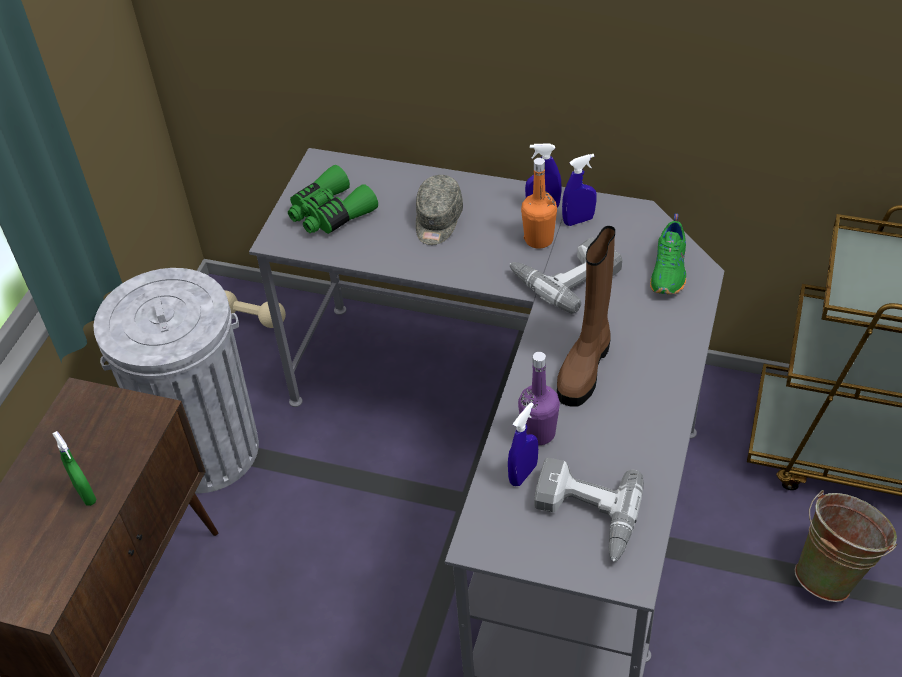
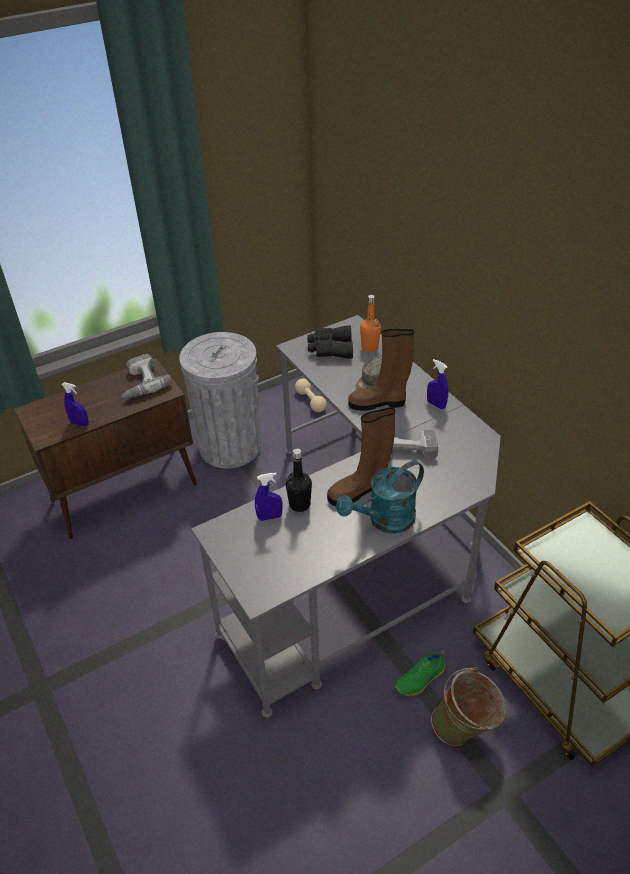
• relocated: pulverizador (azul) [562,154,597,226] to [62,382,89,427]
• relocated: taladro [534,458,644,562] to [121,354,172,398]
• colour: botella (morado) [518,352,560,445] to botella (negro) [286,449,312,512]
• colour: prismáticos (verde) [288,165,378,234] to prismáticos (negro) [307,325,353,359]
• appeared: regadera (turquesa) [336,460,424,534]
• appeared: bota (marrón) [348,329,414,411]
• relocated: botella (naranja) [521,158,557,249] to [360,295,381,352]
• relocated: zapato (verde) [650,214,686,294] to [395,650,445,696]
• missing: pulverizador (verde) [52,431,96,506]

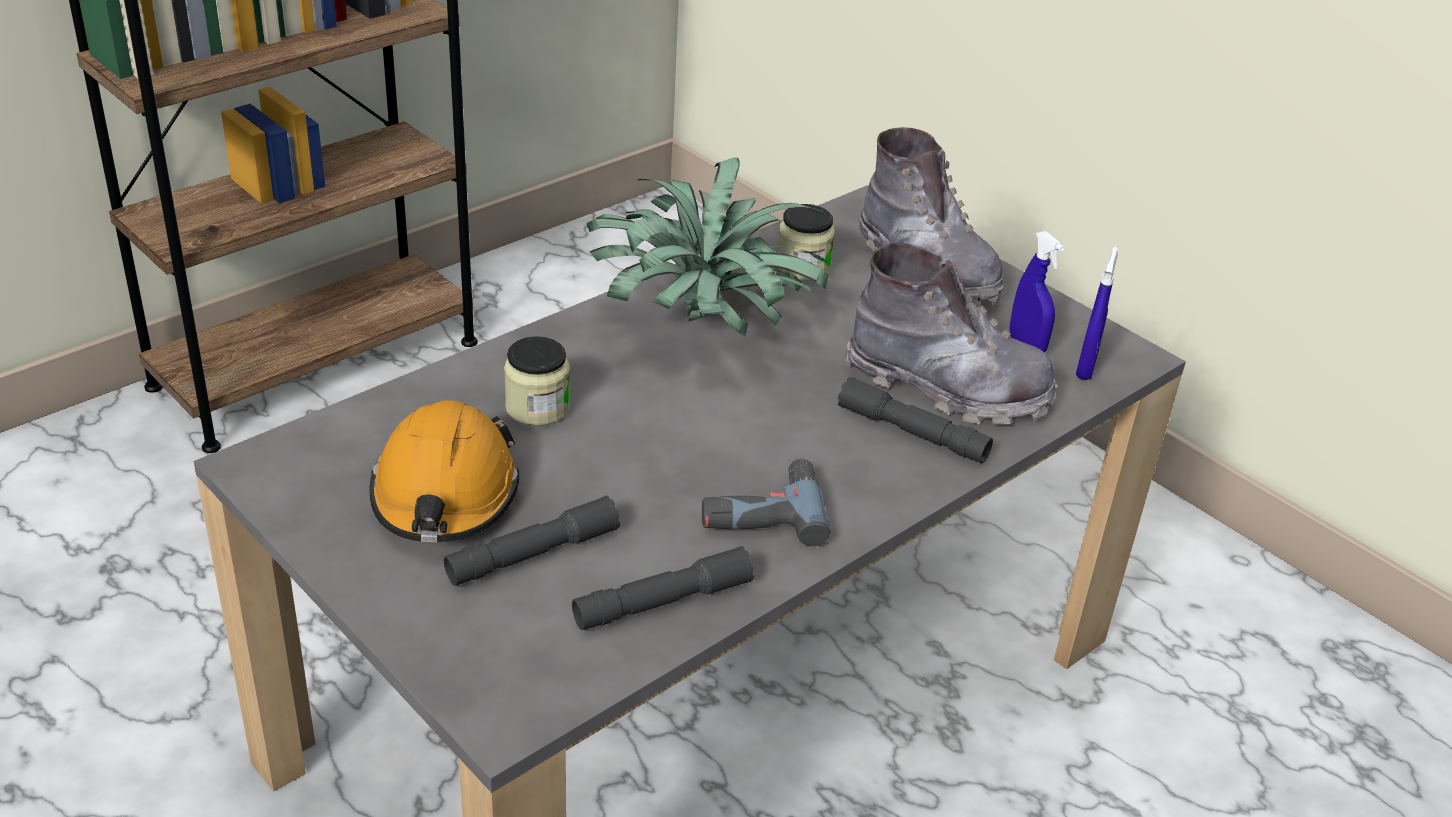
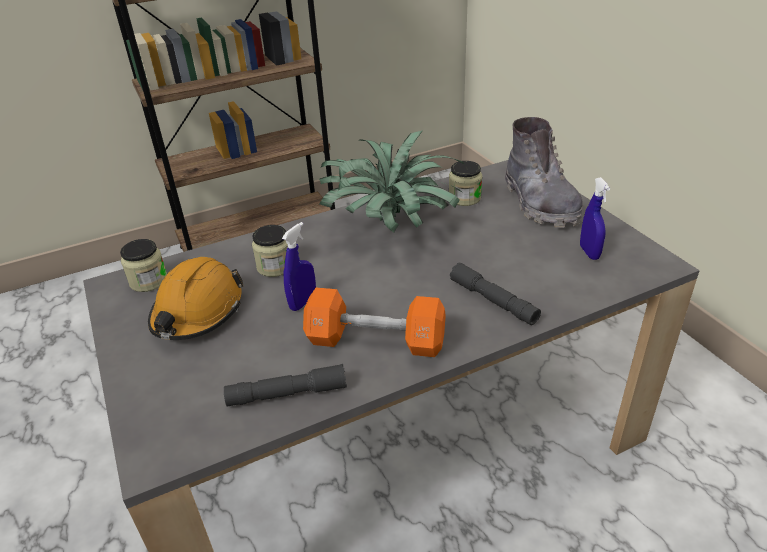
• appeared: tarro [120,239,167,292]
• relocated: pulverizador (azul) [1076,247,1118,380] to [282,222,316,311]
• exchanged: taladro [702,458,830,546] to mancuerna (naranja) [303,288,446,357]
• missing: linterna (gris) [444,496,621,586]
• missing: bota (gris) [846,243,1058,424]

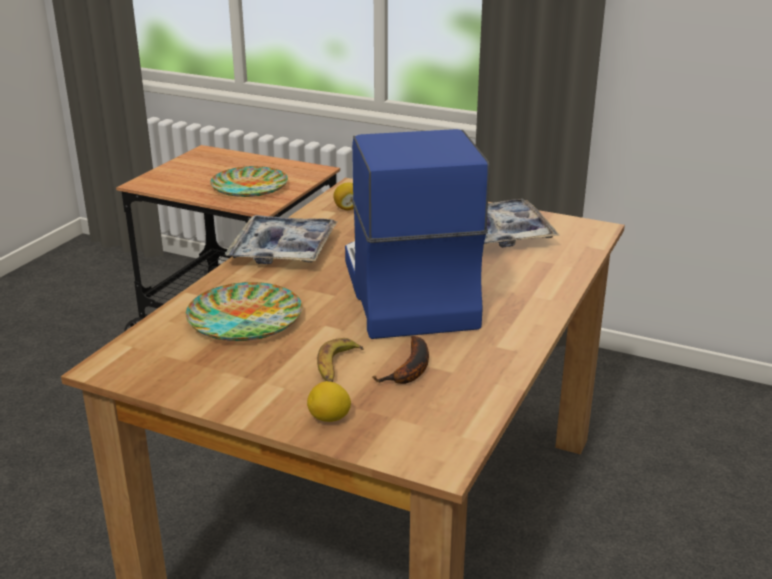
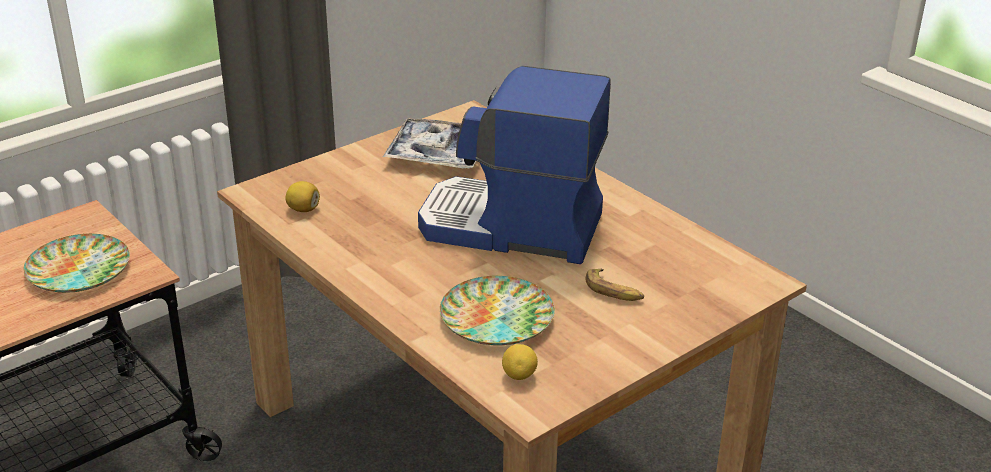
• relocated: limón [307,381,351,422] to [502,344,538,380]
• missing: bandeja [225,215,338,264]
• missing: plátano [372,336,429,384]

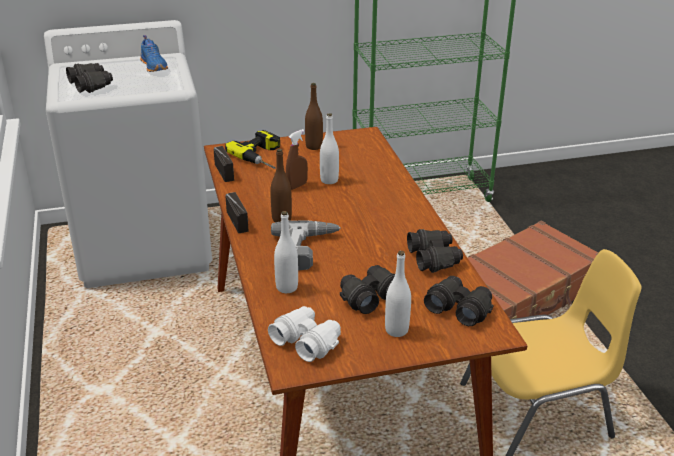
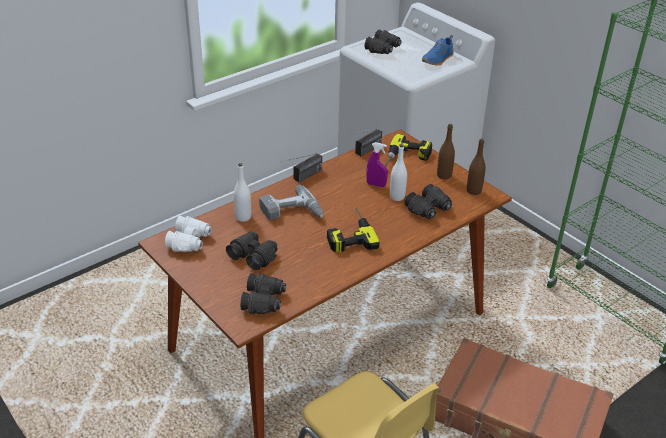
• appeared: taladro [327,207,380,253]
• colour: pulverizador (marrón) [286,129,308,190] to pulverizador (morado) [366,142,388,187]
• relocated: prismáticos (negro) [407,229,463,273] to [404,184,452,219]
• relocated: botella (marrón) [270,149,292,222] to [467,138,486,195]
• missing: botella (blanco) [385,251,411,337]

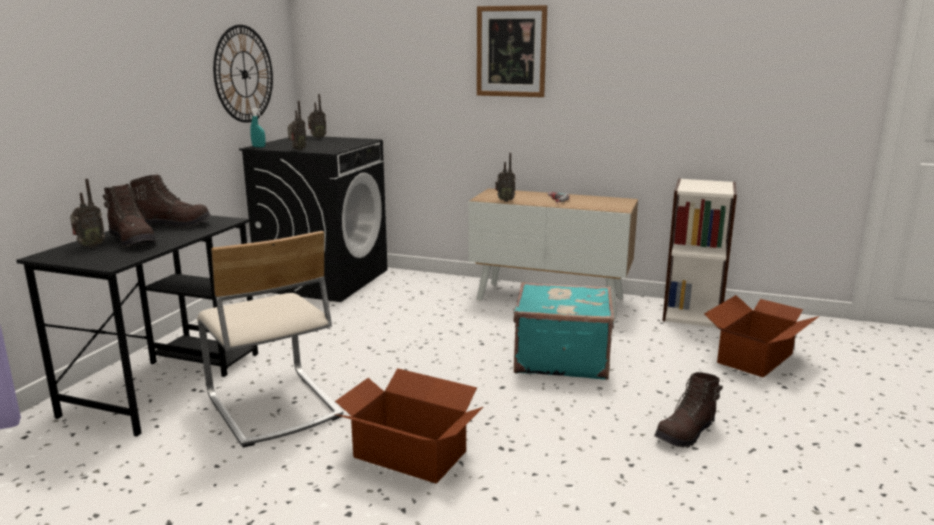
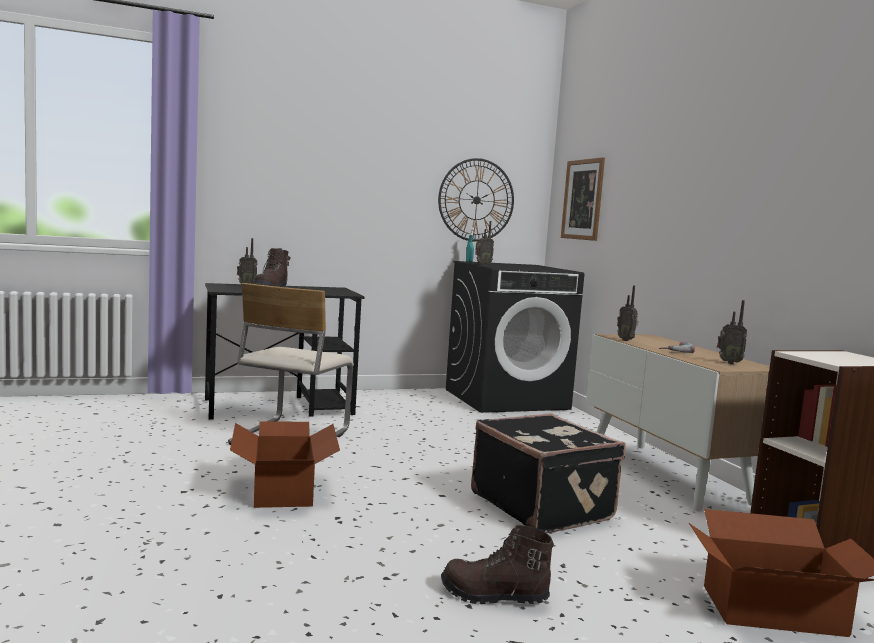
• colour: maleta (turquesa) [514,282,614,380] to maleta (negro) [471,413,626,533]
• relocated: cuadro [477,5,547,97] to [561,157,605,241]
• relocated: radio [308,94,327,139] to [717,300,747,364]
• missing: bota (marrón) [130,174,211,228]

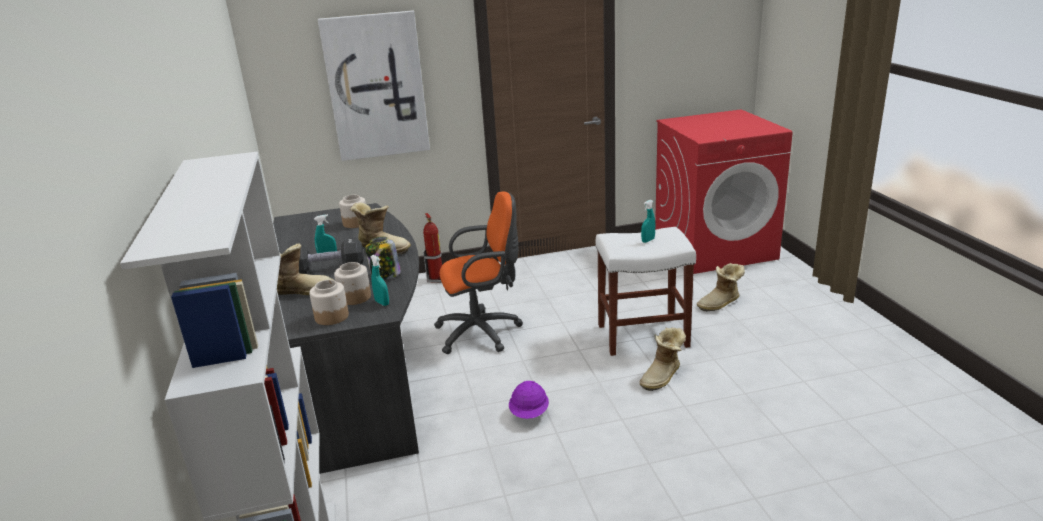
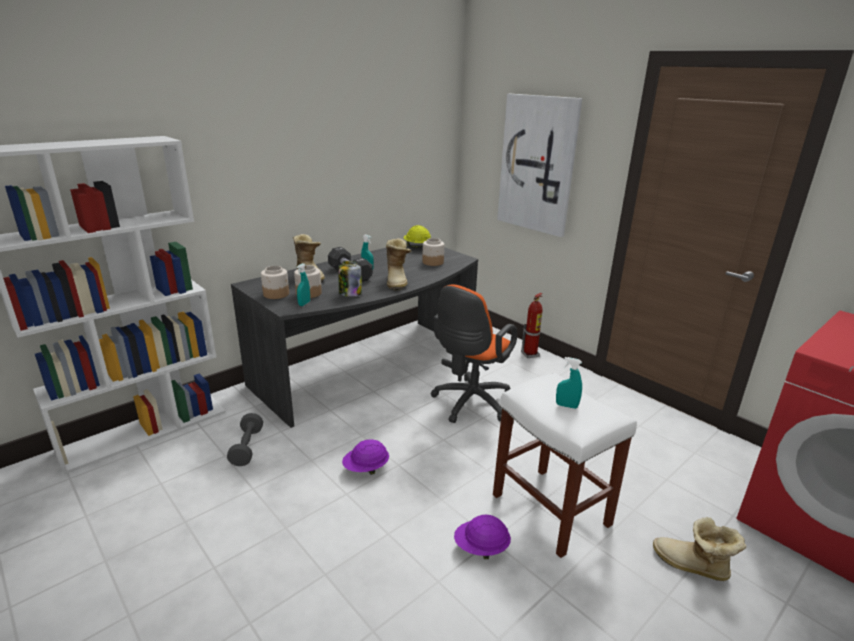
• appeared: mancuerna (gris) [227,413,263,466]
• appeared: casco (amarillo) [403,225,431,248]
• spun: silla de oficina (naranja) [434,192,523,354] = [431,284,517,423] 75 degrees clockwise
• exchanged: bota [639,328,686,391] to casco (morado) [454,515,511,559]

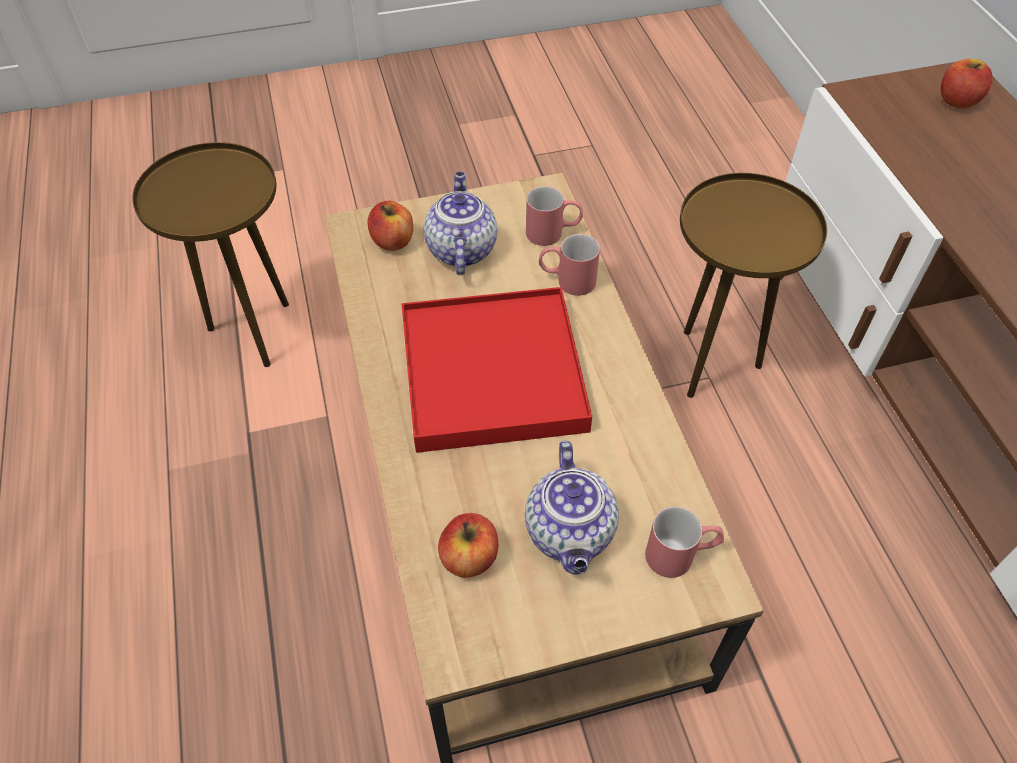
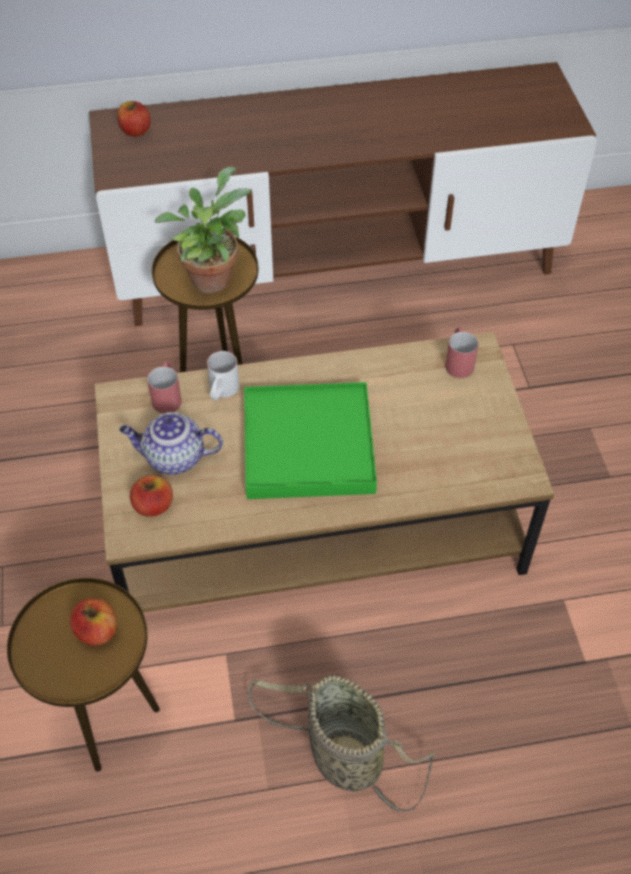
• relocated: manzana [438,513,498,578] to [70,598,117,646]
• appeared: planta en maceta [154,167,251,293]
• colour: taza grande (rojo) [539,234,600,296] to taza grande (blanco) [207,351,239,401]
• colour: bandeja (rojo) [402,287,592,453] to bandeja (verde) [244,382,377,499]
• appeared: cesta [248,675,434,812]
• missing: tetera [525,440,619,575]

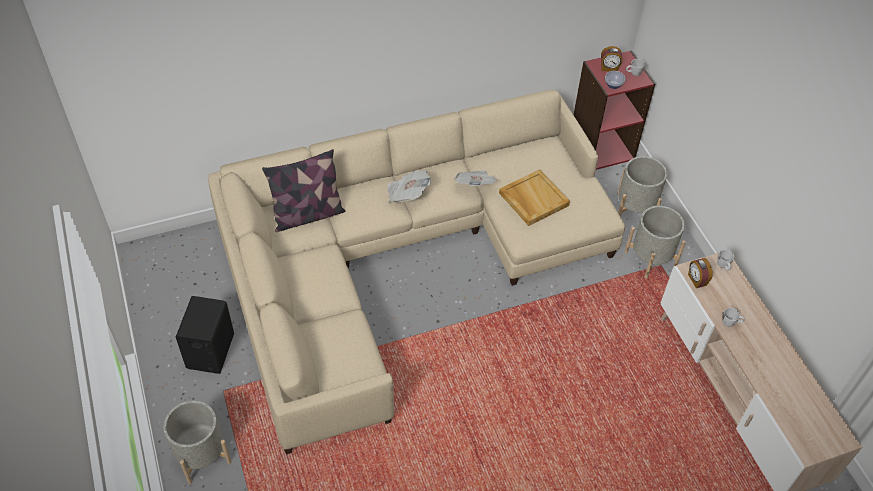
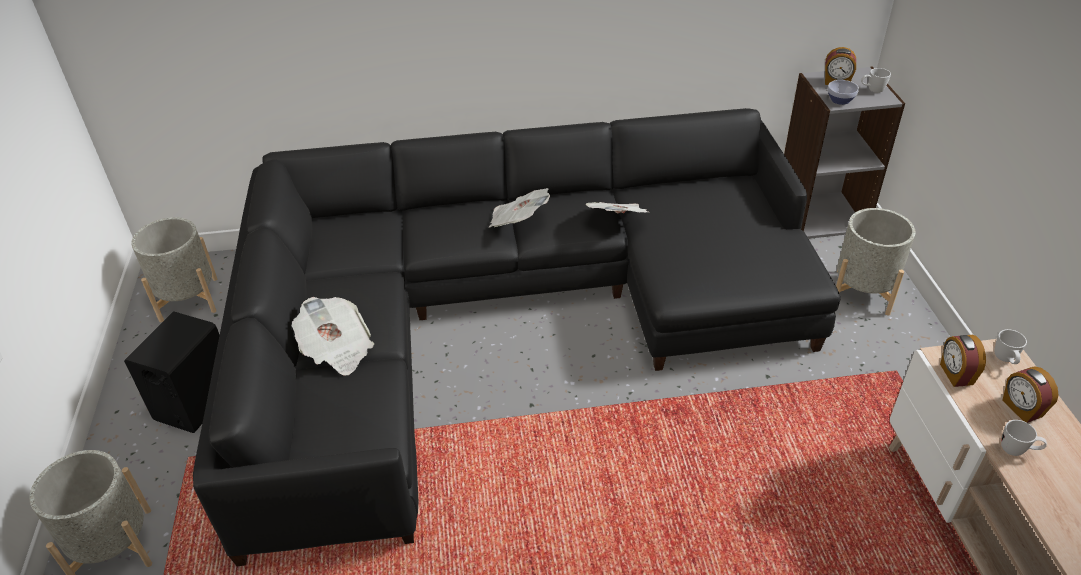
• relocated: maceta (gris) [625,206,686,279] to [131,217,217,322]
• colour: sofá (beis) [208,90,625,455] to sofá (negro) [193,108,840,566]
• appeared: periódico [292,297,374,376]
• colour: estantería (rojo) [573,51,655,170] to estantería (gris) [784,67,905,239]
• appeared: despertador [1002,366,1059,423]
• missing: cojín [262,149,345,232]
• missing: bandeja (beis) [499,169,570,226]

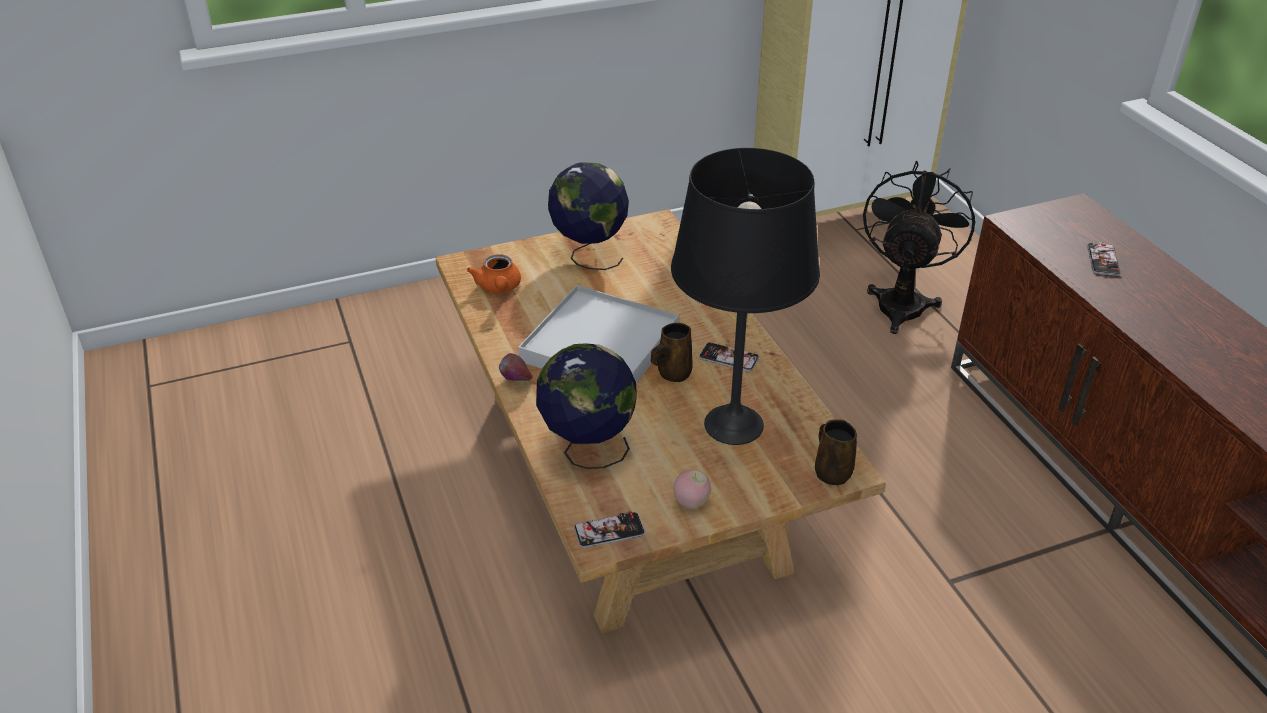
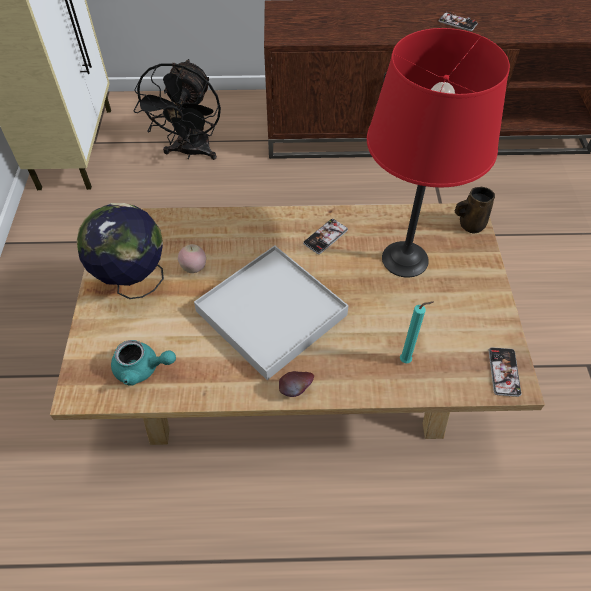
• colour: tetera (naranja) [467,254,521,293] to tetera (turquesa) [111,340,176,386]
• spun: ventilador (negro) [863,161,976,334] = [134,59,221,160] 120 degrees counterclockwise
• relocated: manzana [674,469,711,509] to [178,244,206,273]
• colour: lámpara de mesa (negro) [671,148,820,445] to lámpara de mesa (rojo) [367,28,510,278]
• exchanged: globo terráqueo [536,343,637,469] to vela (turquesa) [400,301,434,363]
• relocated: móvil [1087,242,1121,276] to [439,13,478,31]
• missing: taza grande (marrón) [651,323,693,382]

